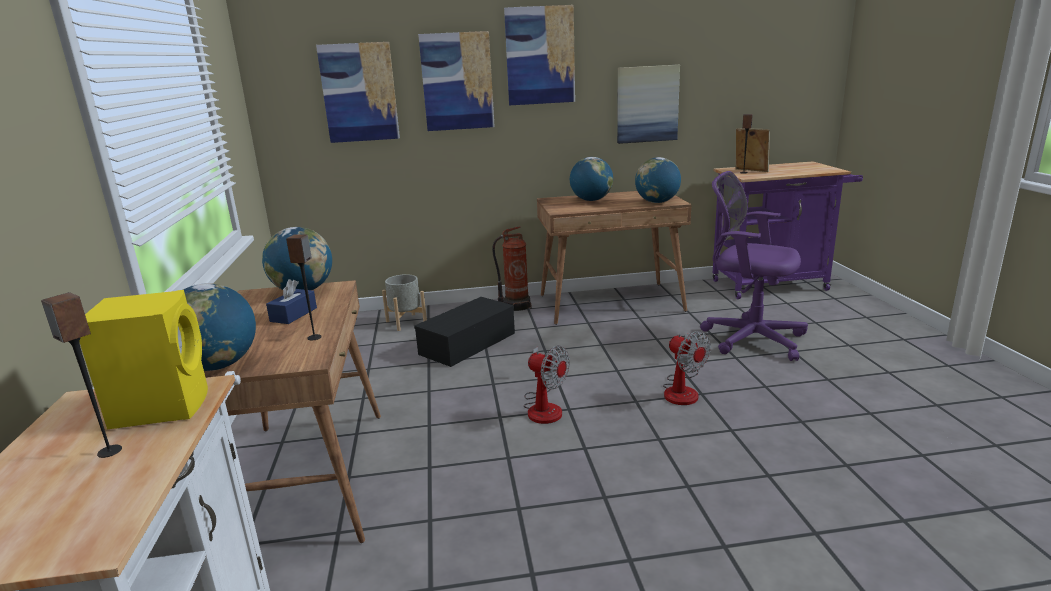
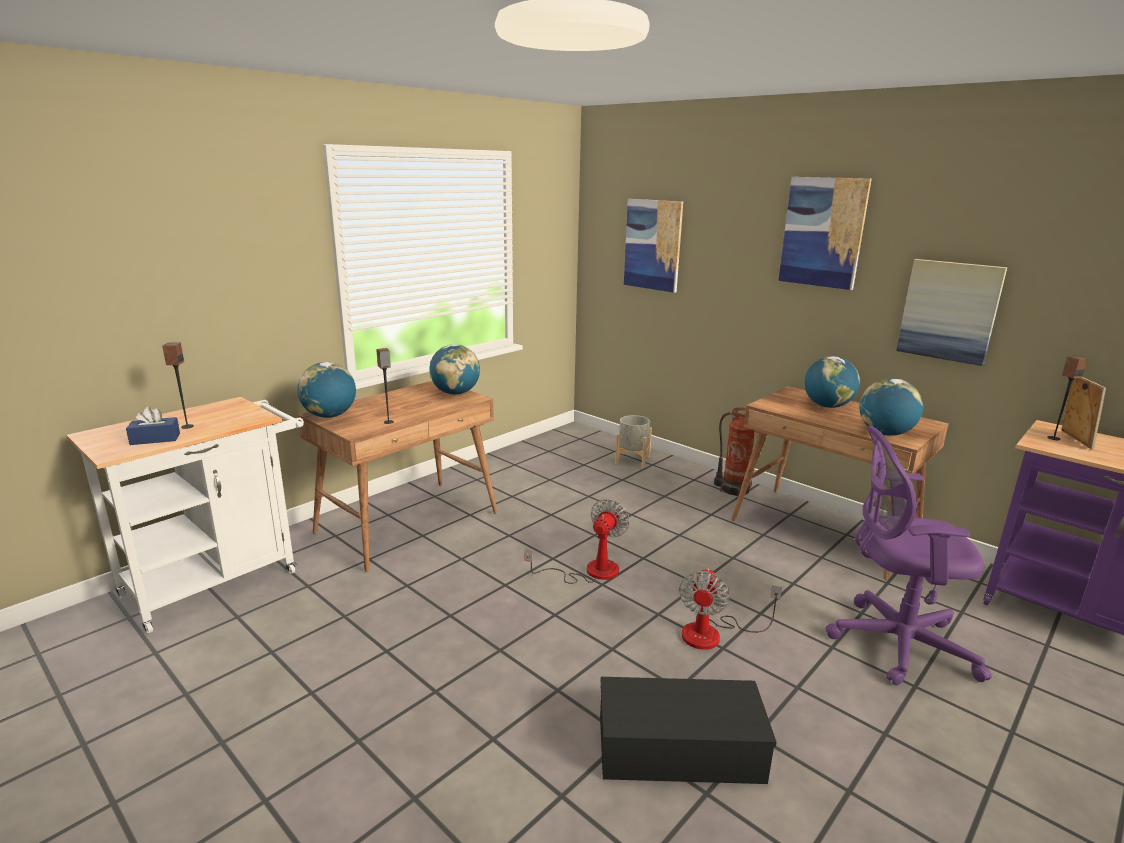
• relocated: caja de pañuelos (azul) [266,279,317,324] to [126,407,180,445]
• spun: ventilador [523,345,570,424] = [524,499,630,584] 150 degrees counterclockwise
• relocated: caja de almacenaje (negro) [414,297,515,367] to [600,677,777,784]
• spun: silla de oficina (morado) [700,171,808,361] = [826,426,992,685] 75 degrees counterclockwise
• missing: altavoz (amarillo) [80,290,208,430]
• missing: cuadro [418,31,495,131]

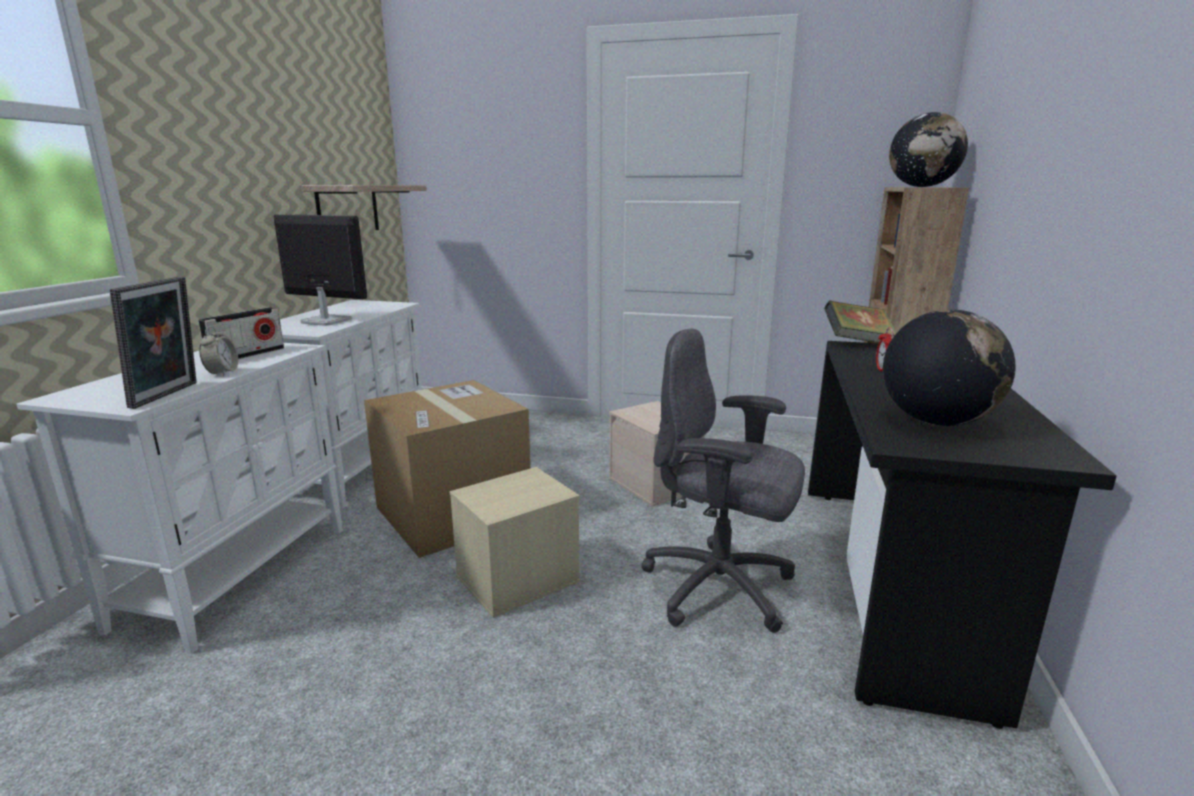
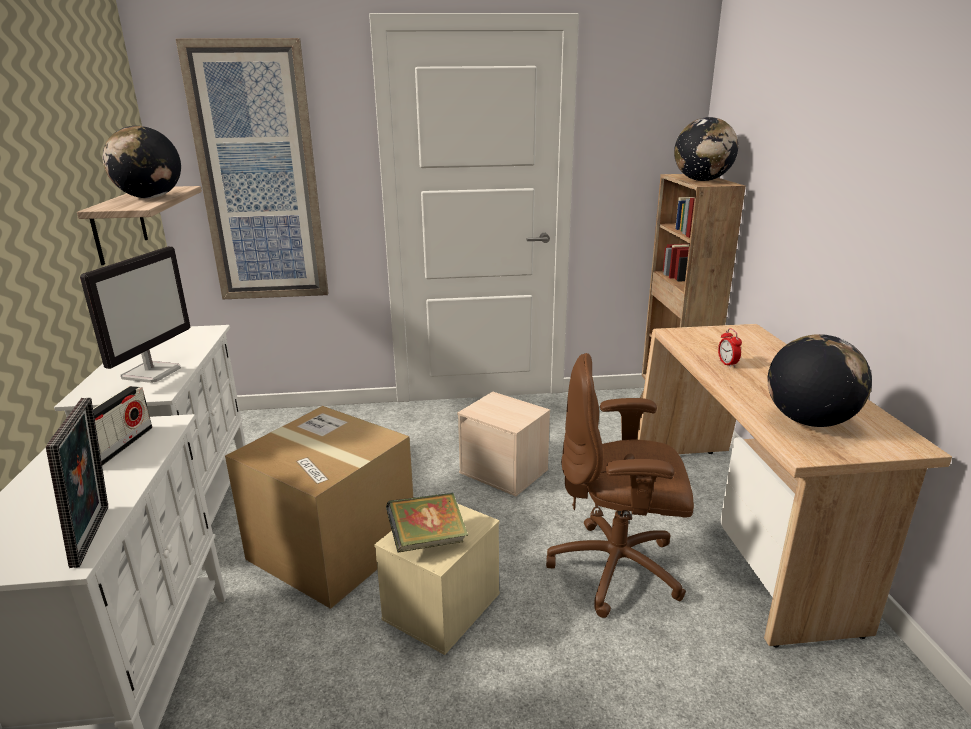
• spun: monitor [273,214,367,326] = [80,246,190,383] 105 degrees clockwise
• appeared: globo terráqueo [103,126,181,198]
• appeared: cuadro [176,38,329,299]
• relocated: libro [824,300,897,343] to [386,493,468,552]
• colour: silla de oficina (gris) [641,328,805,633] to silla de oficina (marrón) [546,353,694,618]
• colour: escritorio (negro) [808,341,1117,729] to escritorio (beis) [637,324,952,647]
• missing: despertador [199,327,238,376]

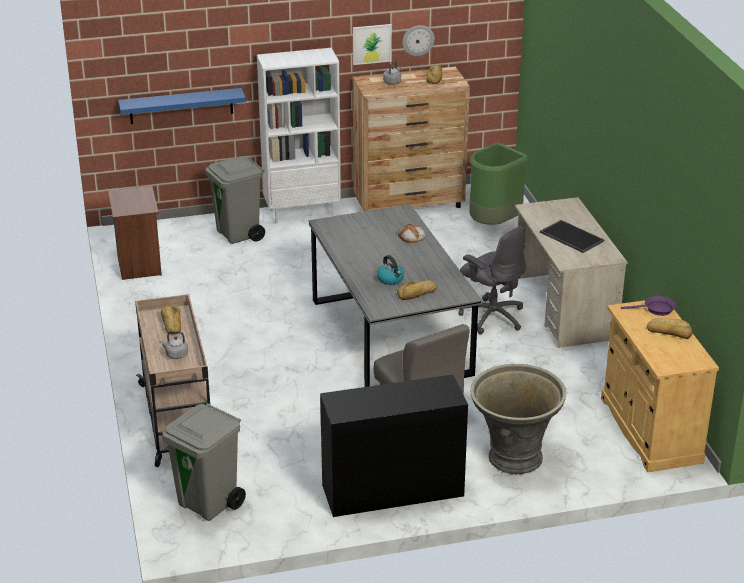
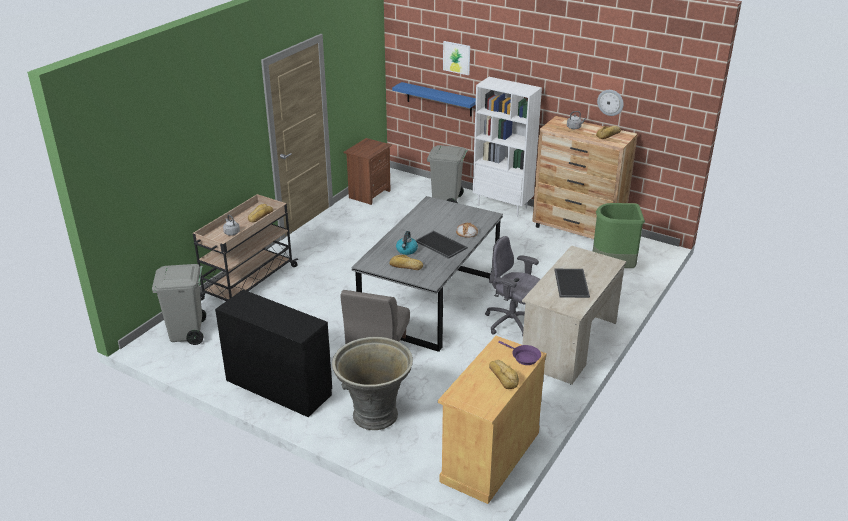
• appeared: bandeja [415,231,467,259]
• relocated: cuadro [353,24,392,65] to [443,41,470,75]
• spun: silla de oficina (gris) [459,226,526,334] = [485,236,540,336] 120 degrees clockwise

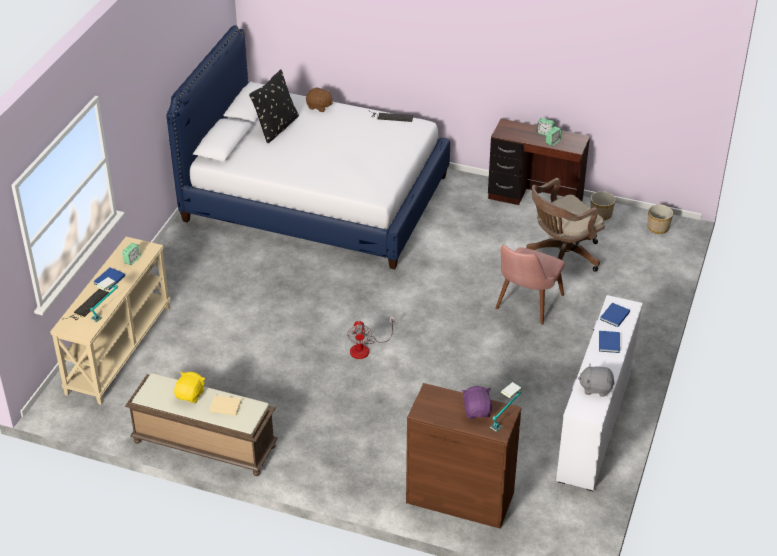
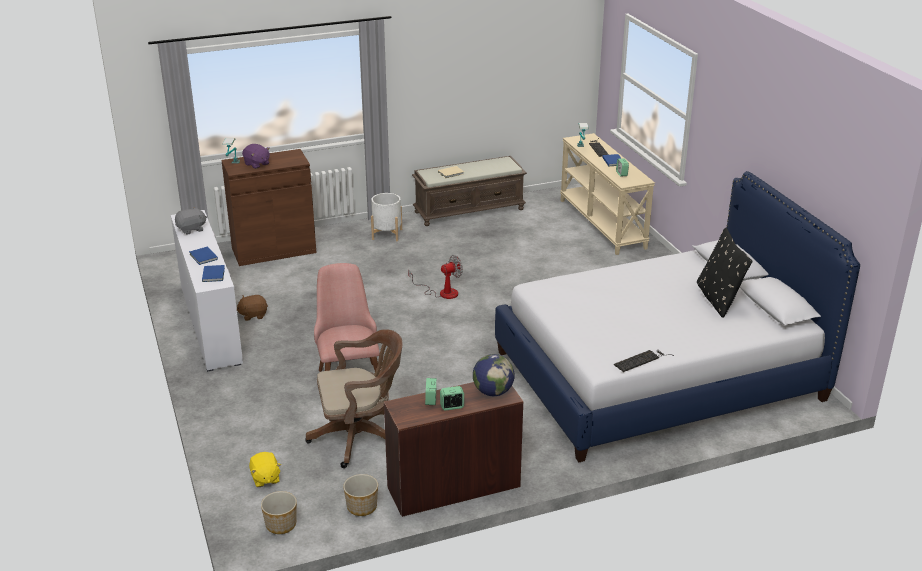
• relocated: peluche (marrón) [306,87,333,112] to [237,295,268,321]
• relocated: peluche (amarillo) [174,372,205,403] to [249,452,281,487]
• spun: silla de oficina (marrón) [526,178,605,272] = [305,329,403,468] 60 degrees clockwise
• appeared: maceta (blanco) [371,193,402,241]
• spun: ventilador [347,316,395,359] = [408,255,463,299] 105 degrees clockwise
• appeared: globo terráqueo [473,354,515,396]

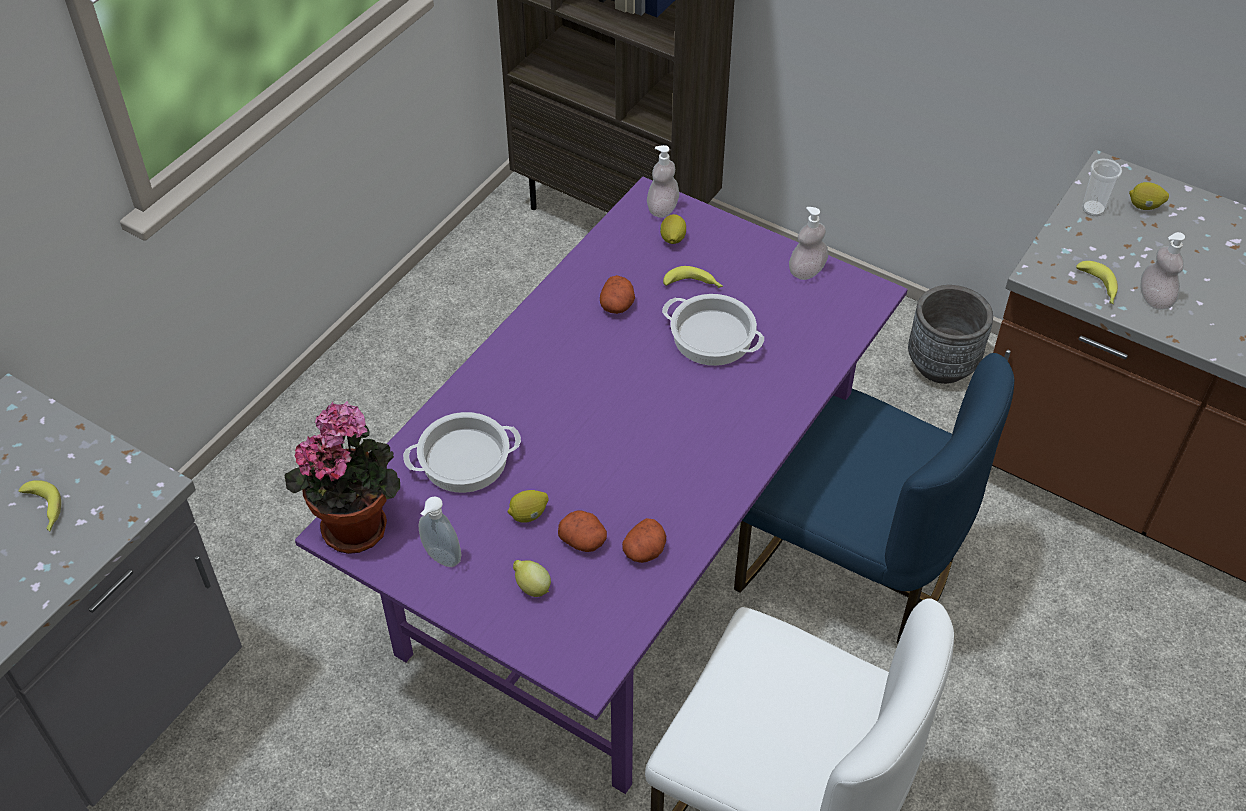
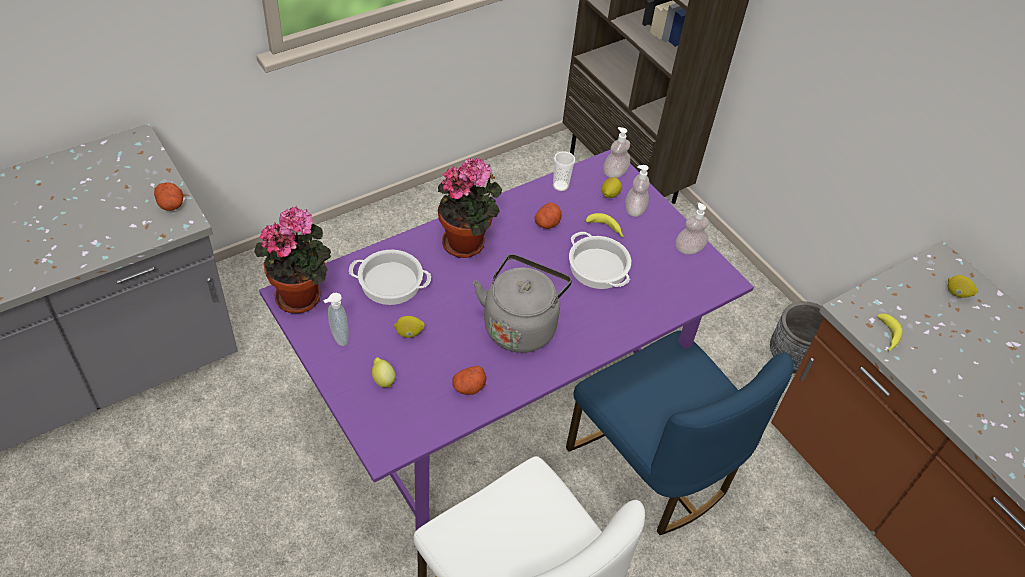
• relocated: patata [558,511,607,552] to [154,182,183,211]
• appeared: planta en maceta [438,157,502,258]
• appeared: hervidor (gris) [473,254,572,353]
• relocated: taza [1082,159,1122,216] to [553,151,575,191]
• relocated: dispensador de jabón [1140,232,1185,310] to [625,165,649,217]
• missing: plátano [19,480,61,531]

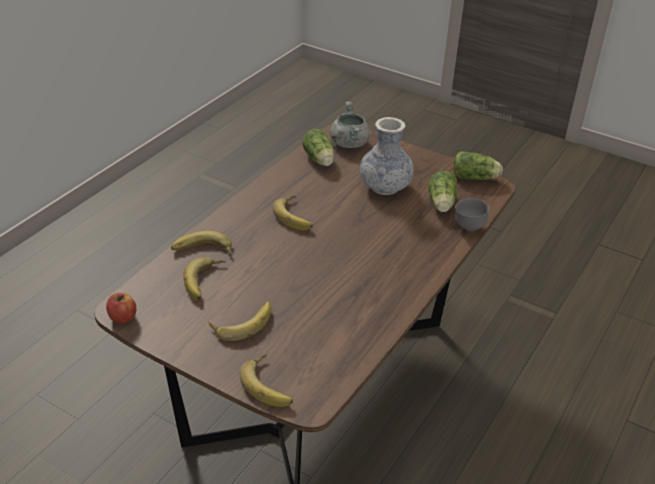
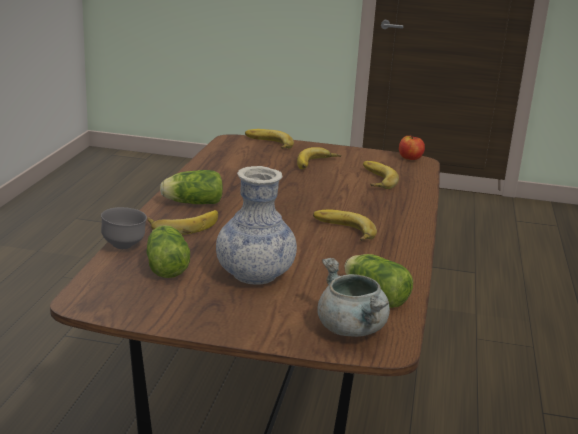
• relocated: plátano [171,231,232,255] to [148,210,218,235]
• relocated: lechuga [453,151,503,180] to [160,170,223,204]

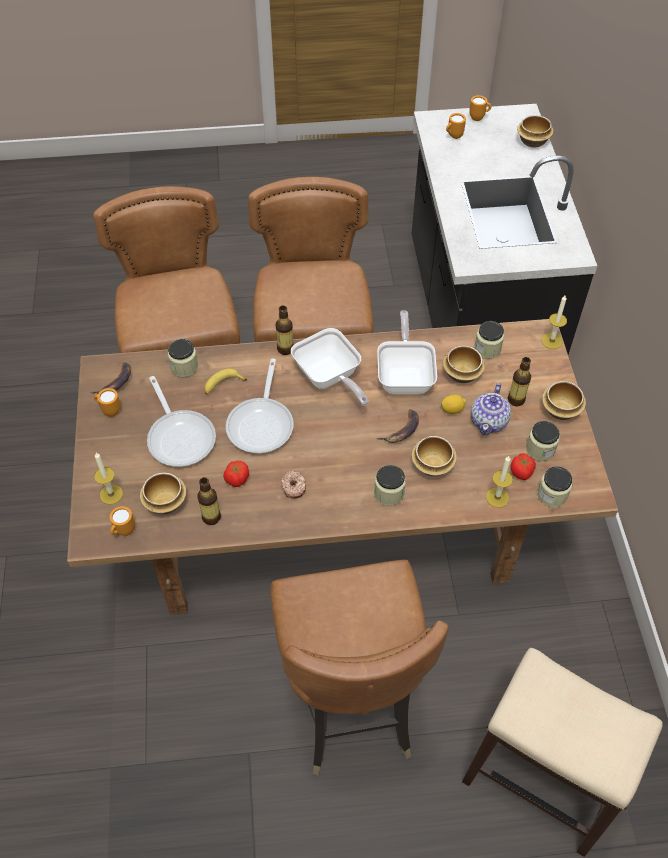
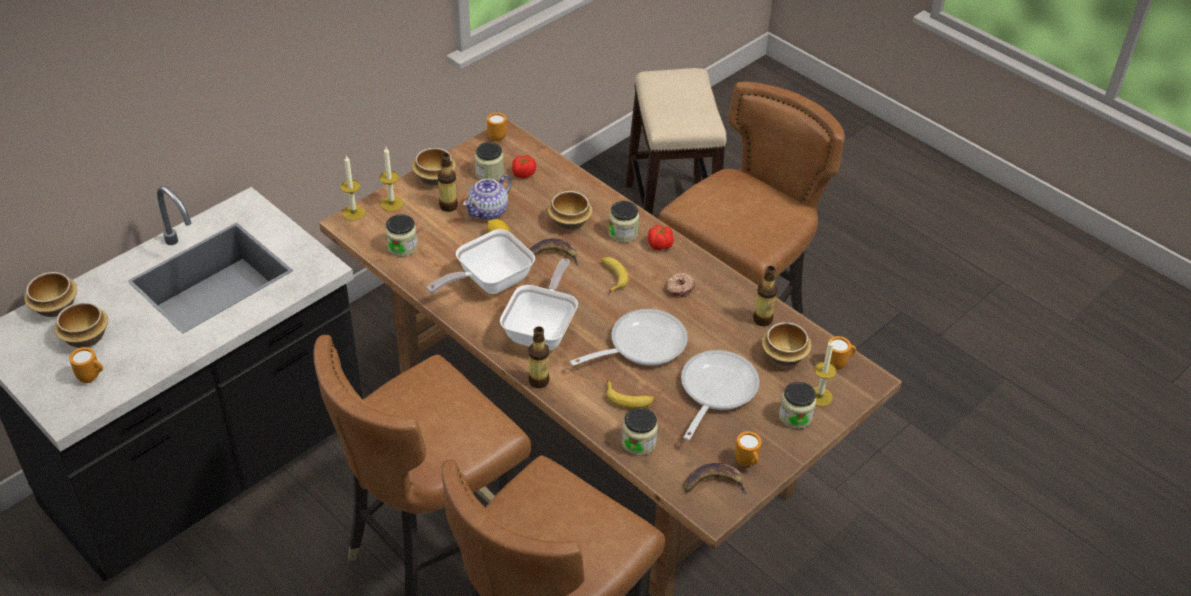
• relocated: cuenco [443,346,485,383] to [54,302,108,348]
• relocated: vela [486,456,513,508] to [379,147,403,211]
• spun: tetera [471,383,511,435] = [463,174,512,220] 150 degrees clockwise
• relocated: taza grande (naranja) [469,95,492,121] to [487,112,507,141]
• appeared: plátano [601,257,629,293]
• relocated: tomate [223,461,249,487] to [648,225,674,250]
• relocated: tarro [537,466,572,508] to [779,382,816,429]

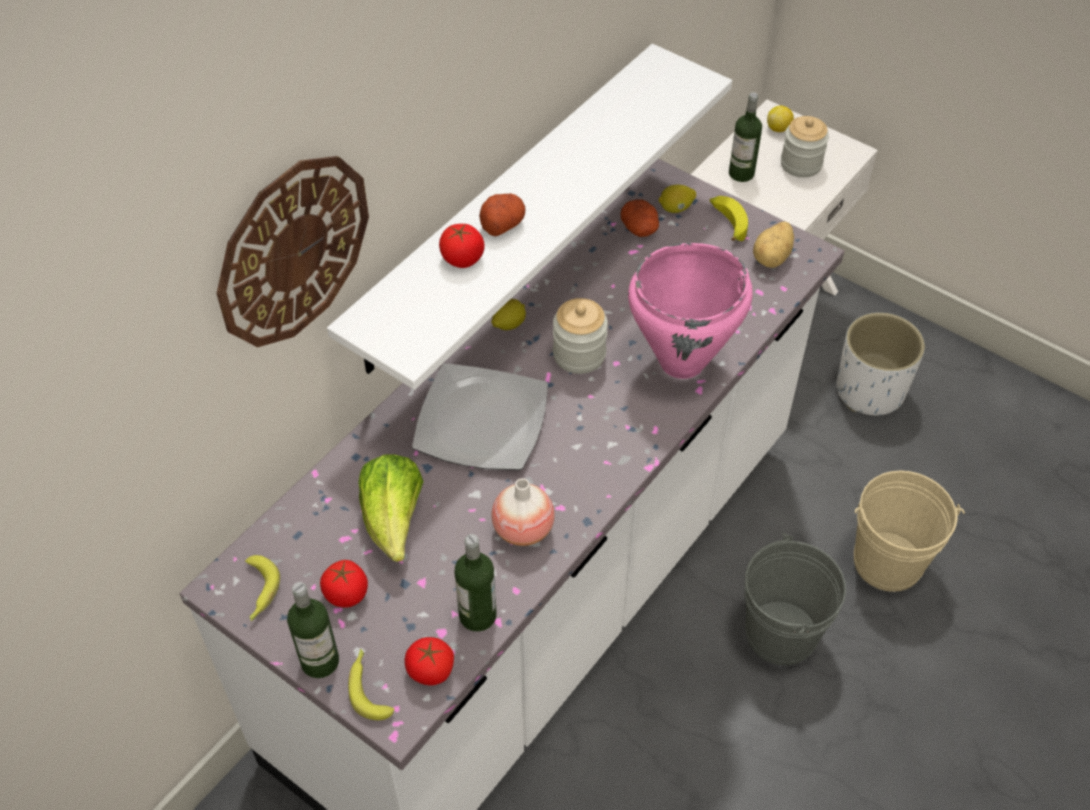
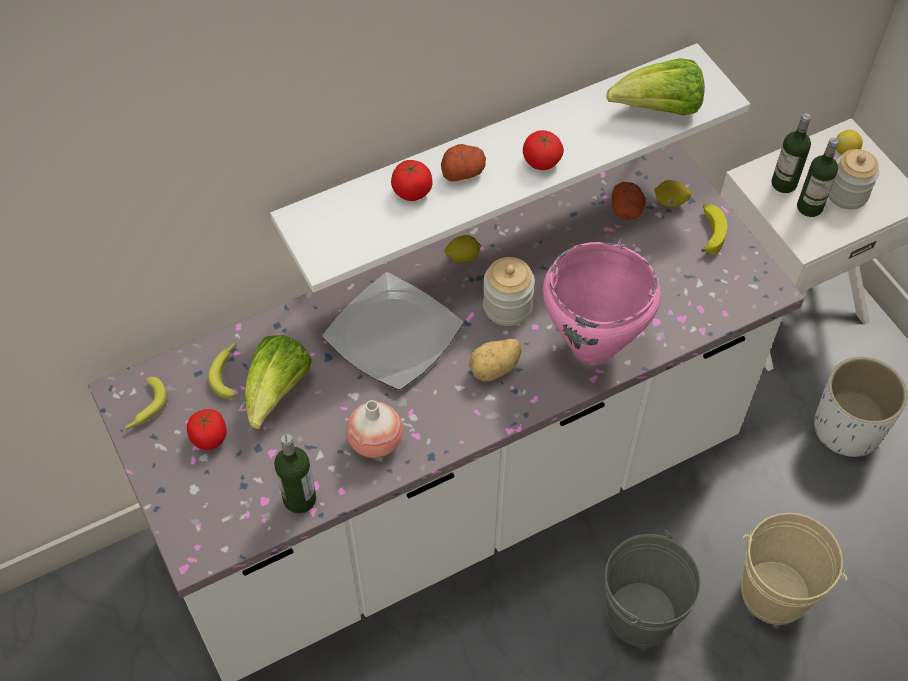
• relocated: plátano [348,648,394,720] to [208,341,236,399]
• relocated: patata [753,221,794,268] to [469,339,521,381]
• relocated: tomate [405,637,454,685] to [523,130,564,170]
• appeared: lechuga [606,58,705,116]
• relocated: botella [287,582,339,678] to [797,138,839,217]
• missing: reloj de pared [216,156,369,347]

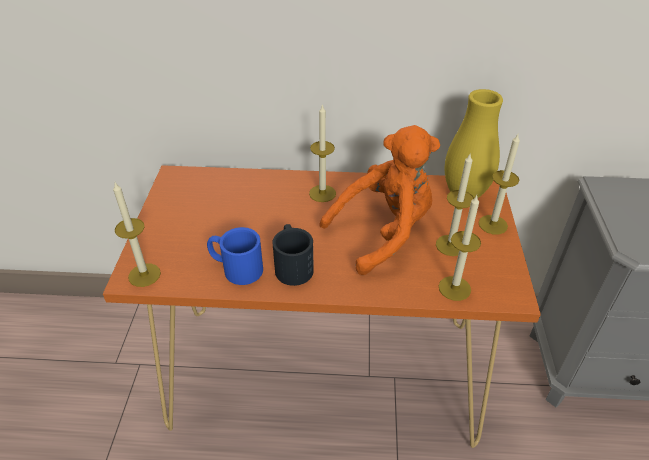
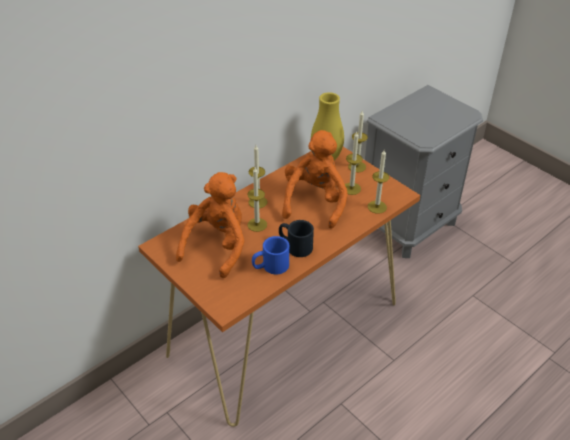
• appeared: peluche (naranja) [176,172,245,278]
• relocated: vela [113,183,161,287] to [247,167,267,232]

